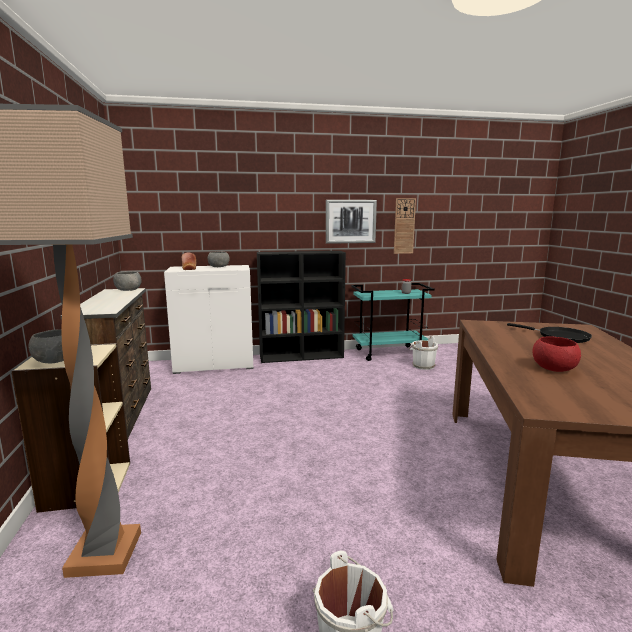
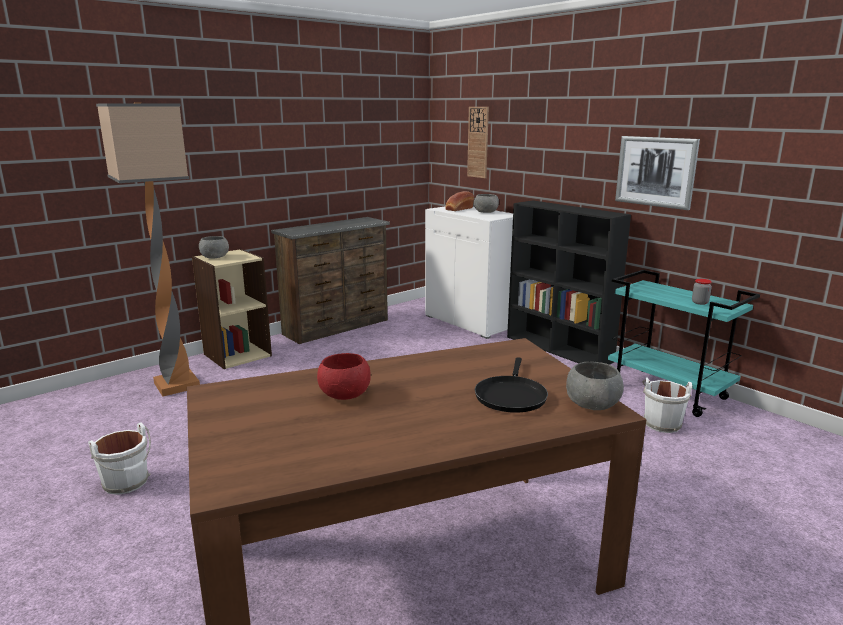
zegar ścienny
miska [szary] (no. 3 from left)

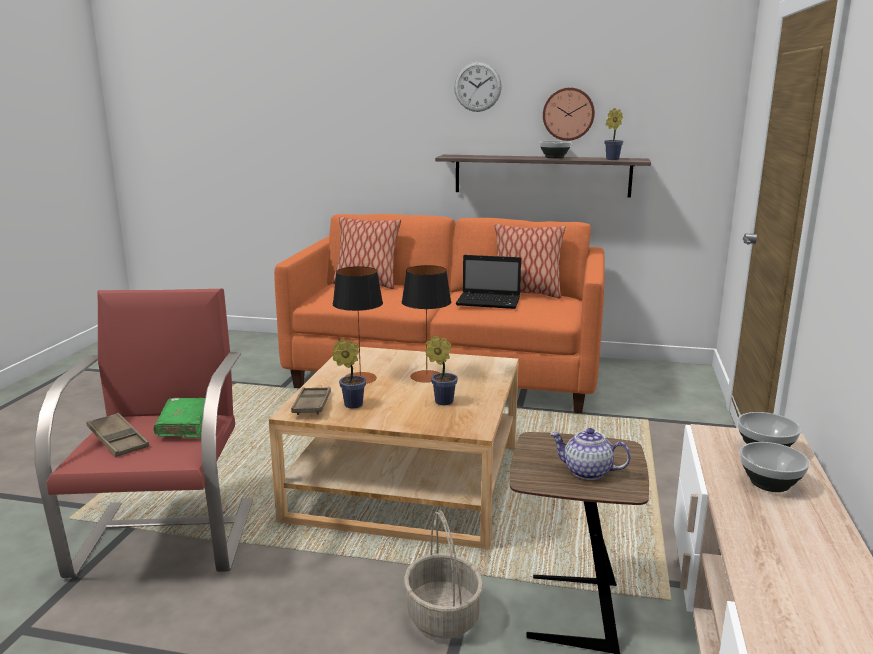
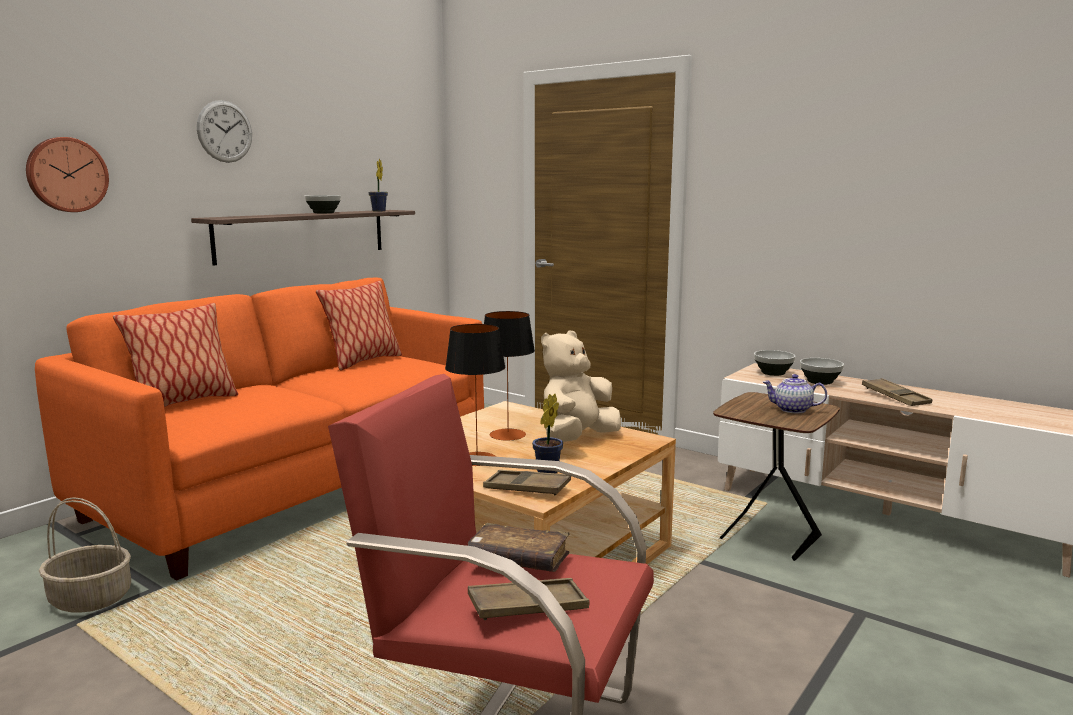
zegar ścienny (no. 1 from left)
laptop
pluszak [beżowy]
książka [brązowy]
imbryk
koszyk
taca [brązowy] (no. 3 from left)

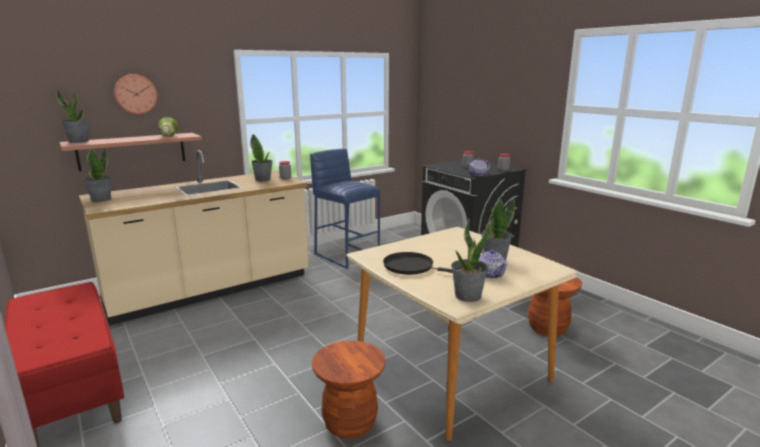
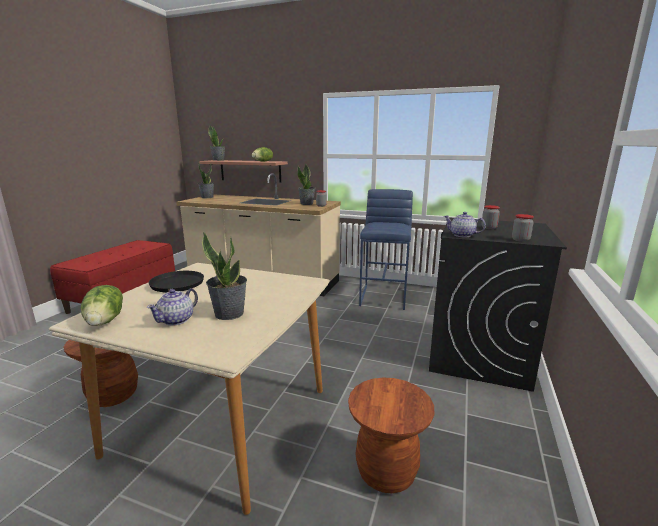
zegar ścienny
sałata (no. 1 from left)

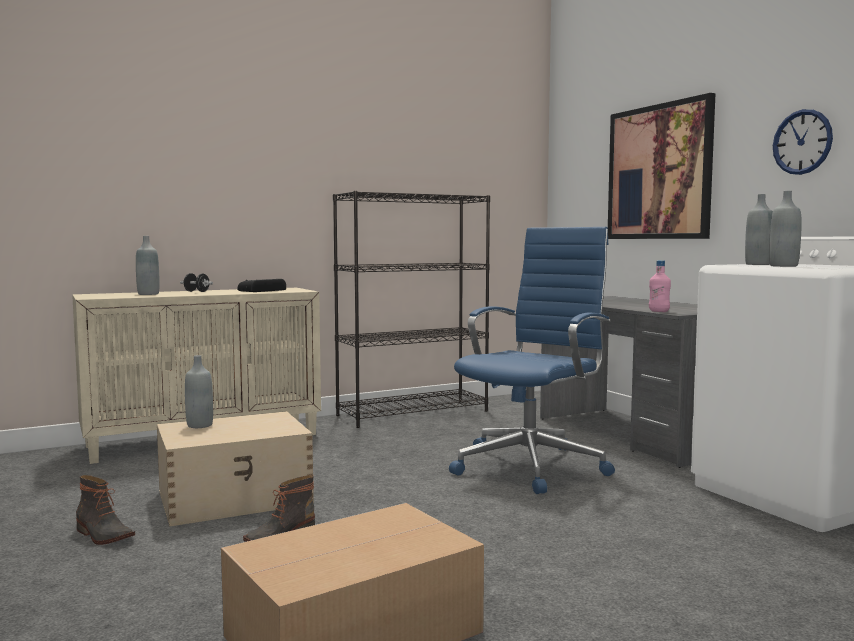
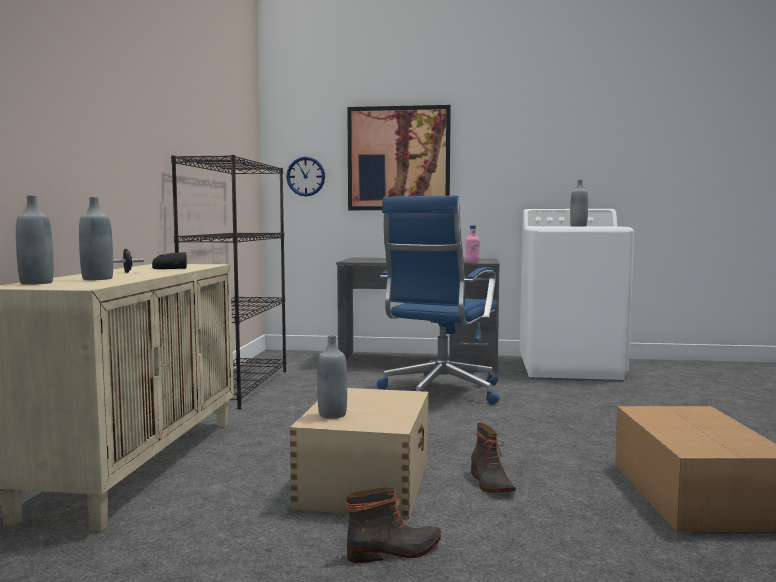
zegar ścienny
butelka [szary] (no. 1 from left)
krzesło biurowe [niebieski]

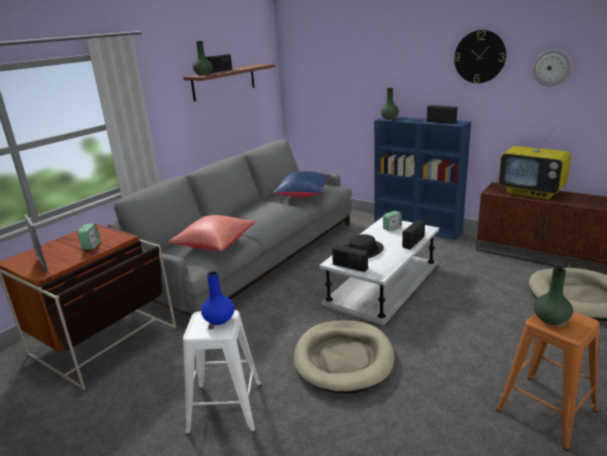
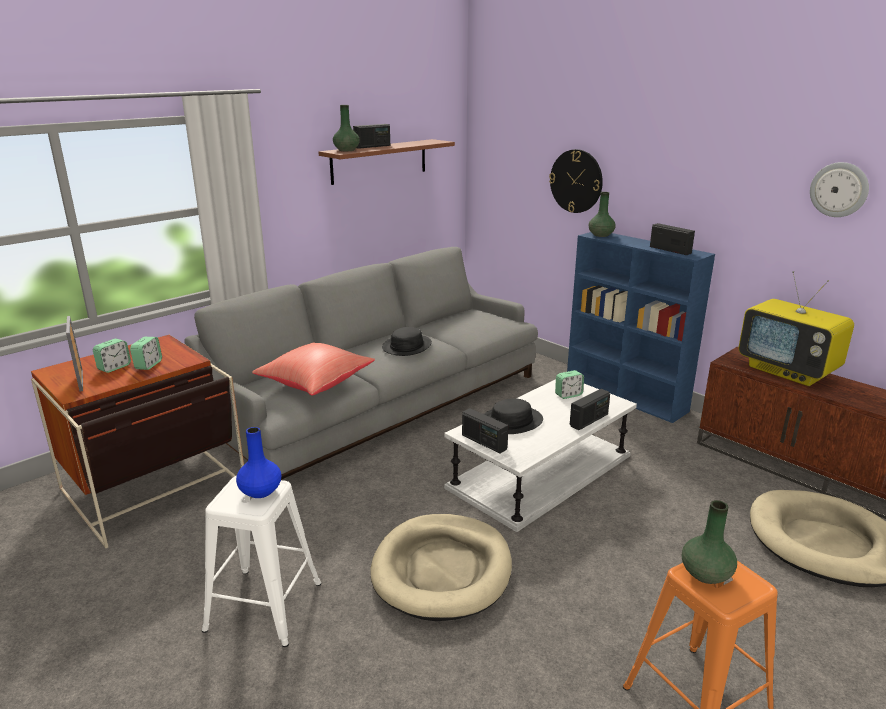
zegar ścienny (no. 1 from left)
poduszka [niebieski]
kapelusz [czarny] (no. 1 from left)
budzik (no. 1 from left)

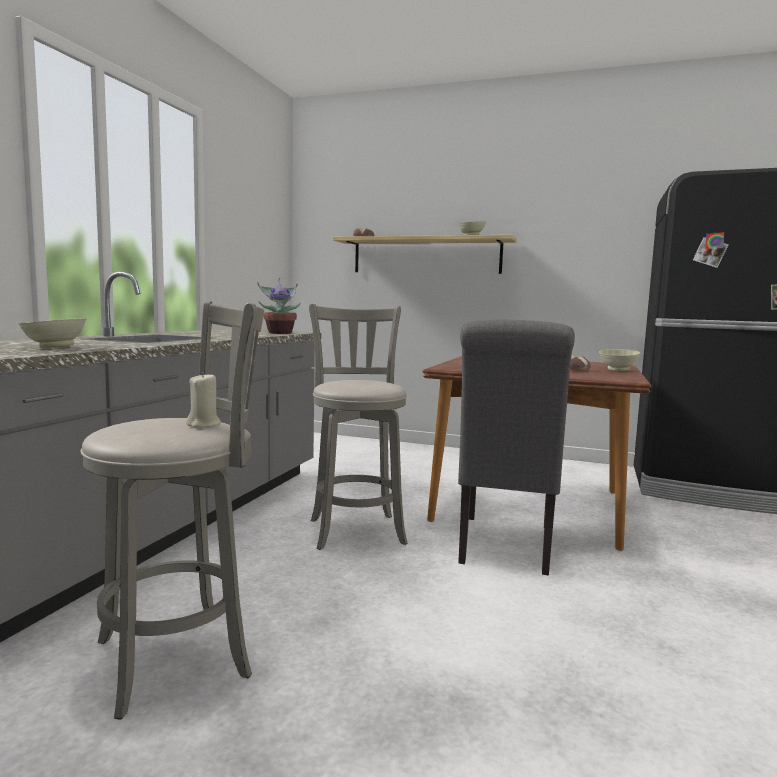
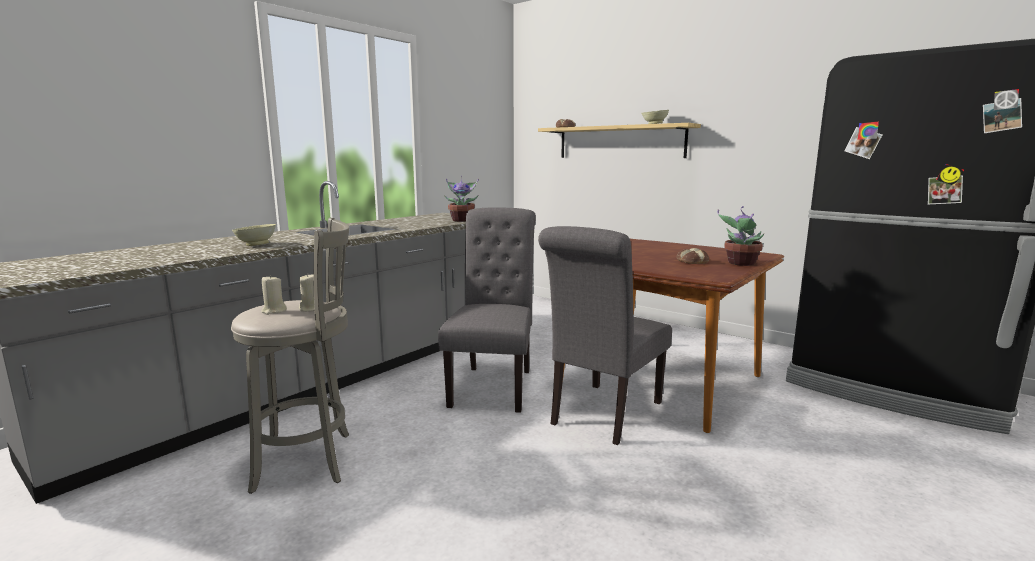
krzesło [szary] (no. 1 from left)
roślina doniczkowa (no. 2 from left)
świeca [beżowy] (no. 1 from left)

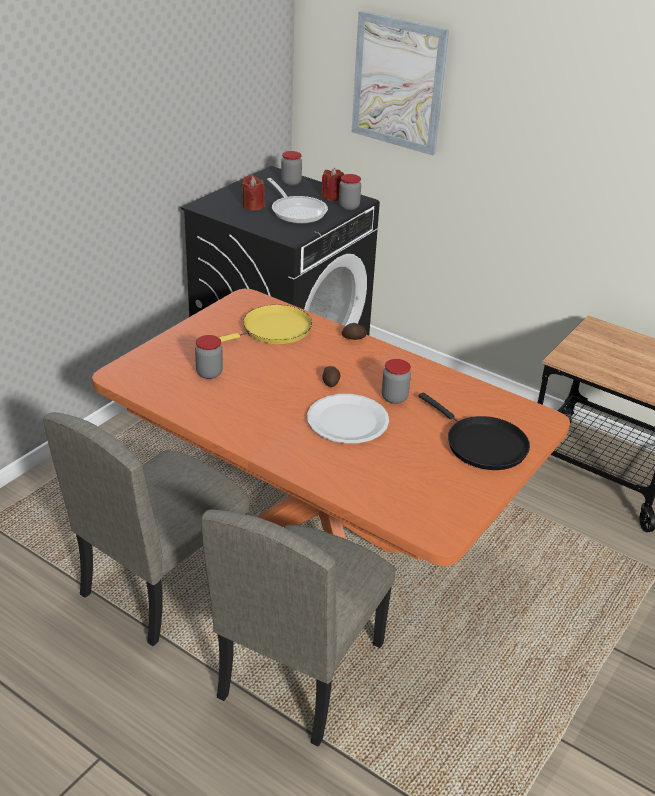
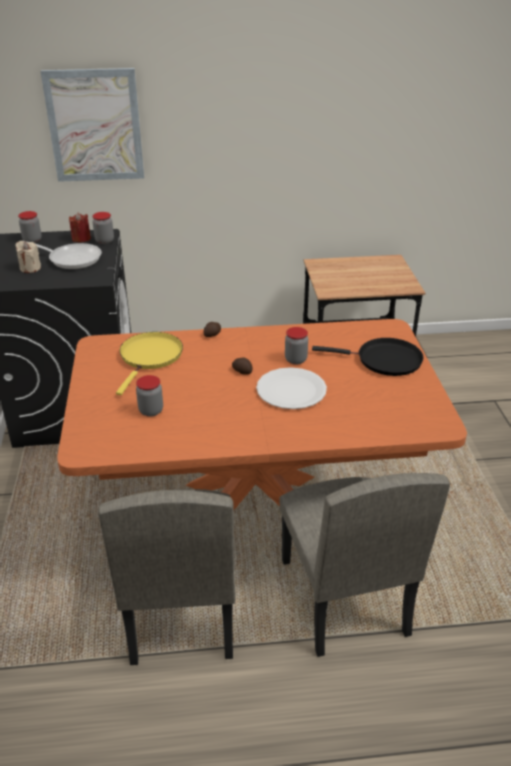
świeca [beżowy]

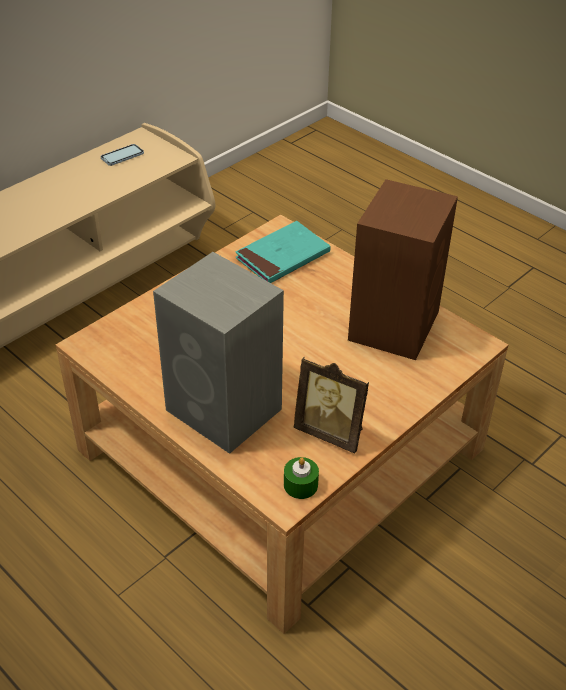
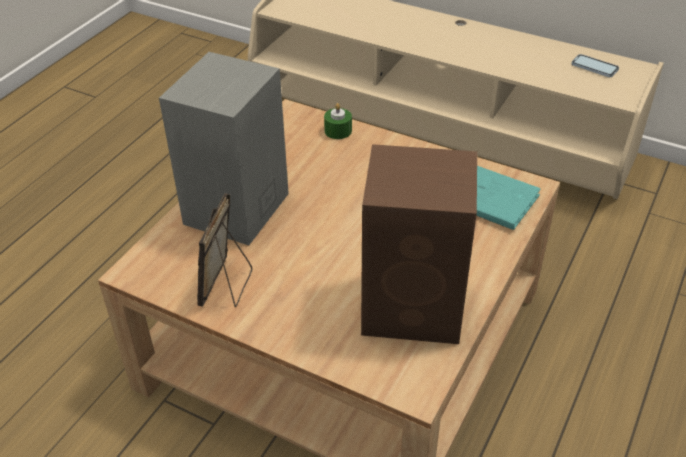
świeca [zielony]

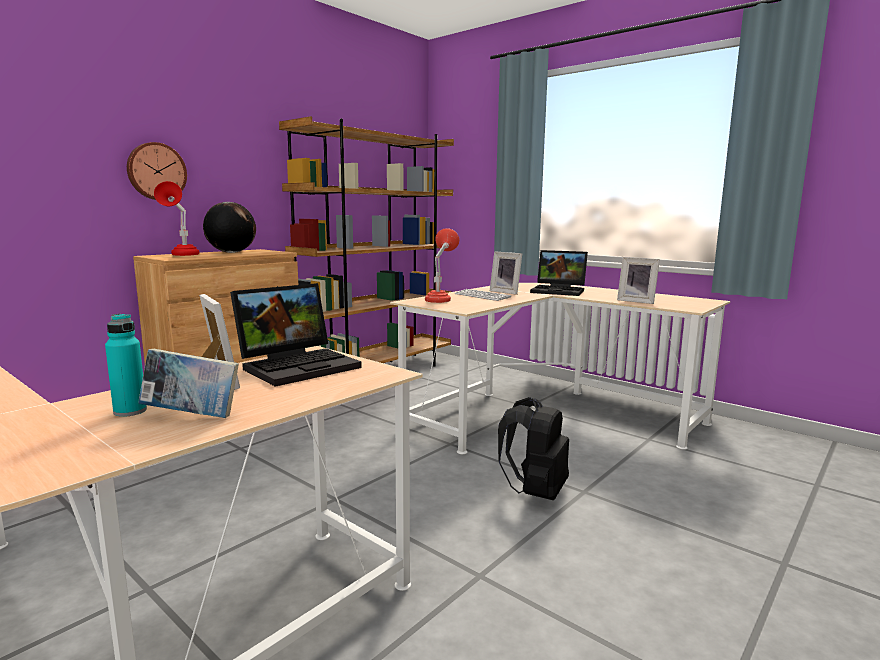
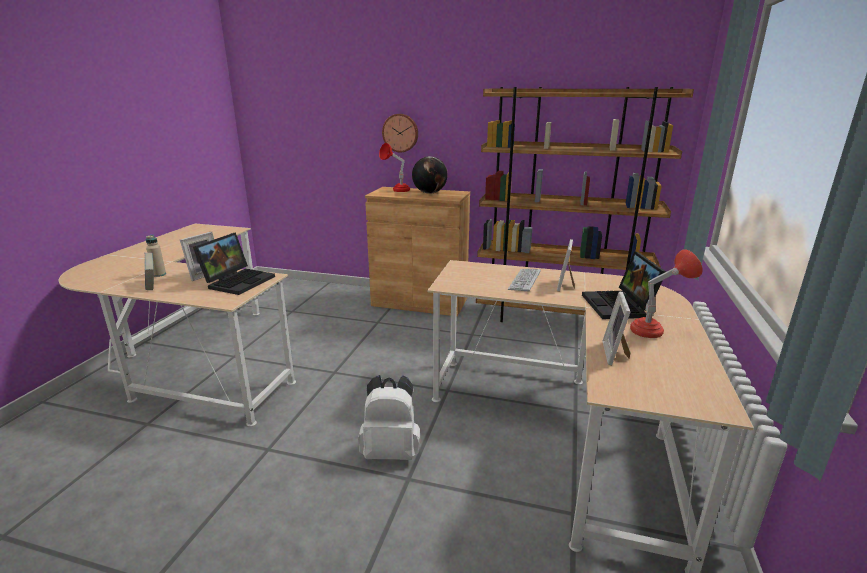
lampa stołowa [czerwony] (no. 2 from left)
laptop (no. 1 from left)
butelka [beżowy]
plecak [biały]

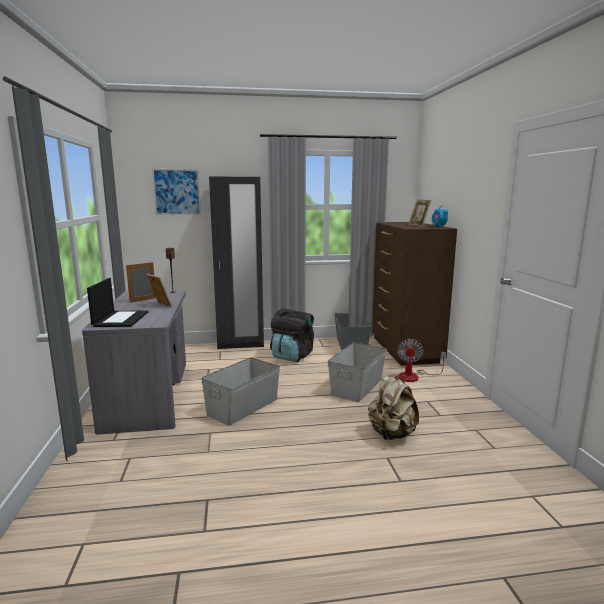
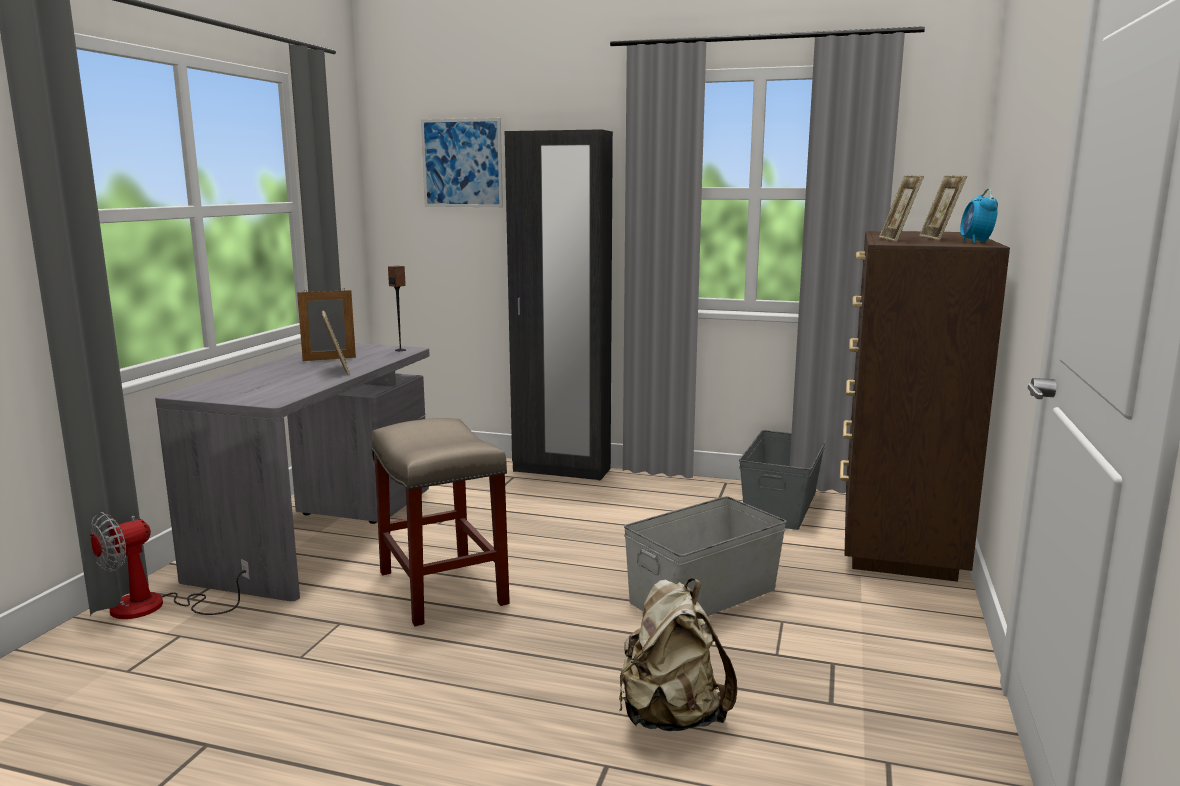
laptop
plecak [czarny]
wentylator
stołek [beżowy]
ramka na zdjęcie (no. 3 from left)

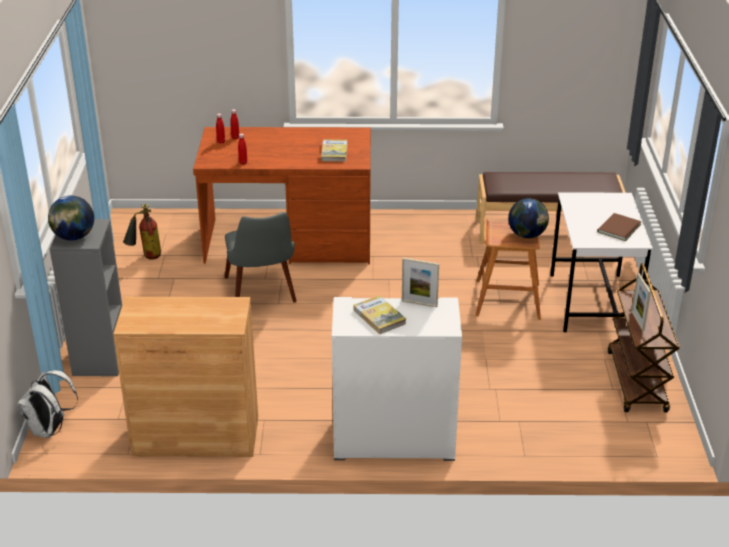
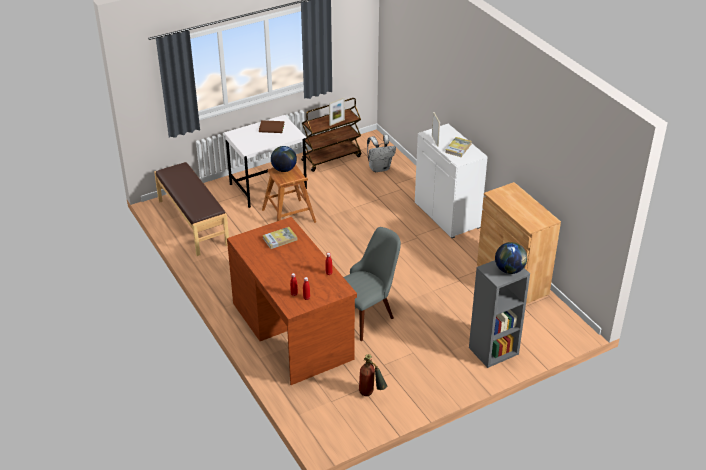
plecak [biały]

